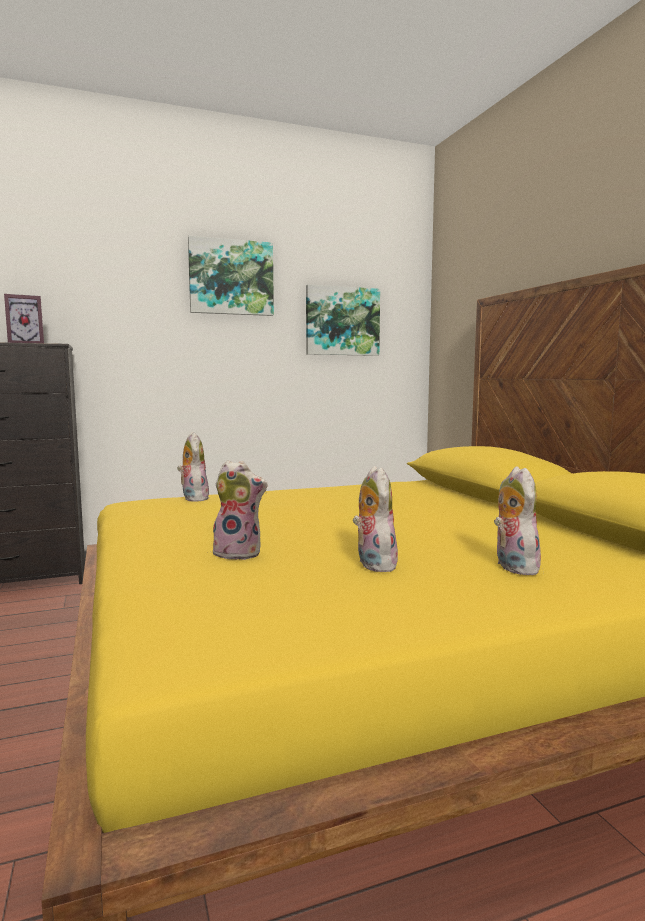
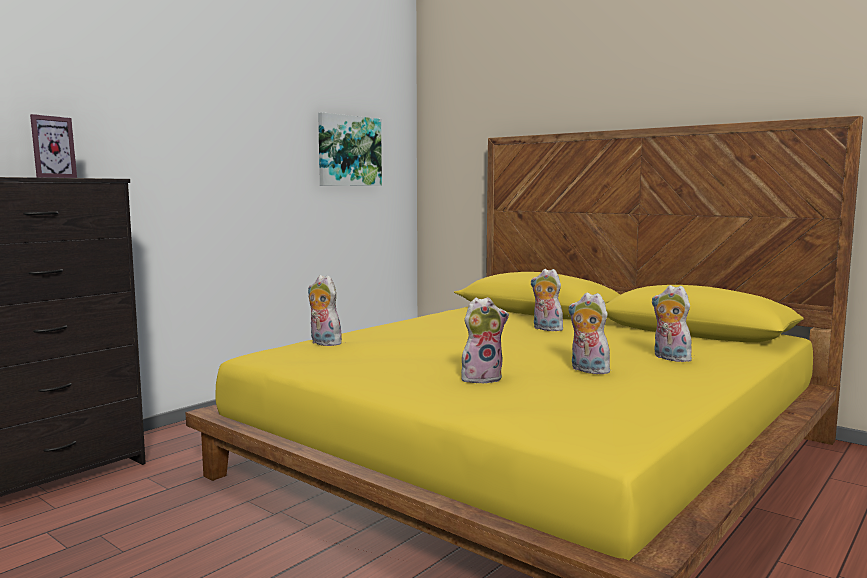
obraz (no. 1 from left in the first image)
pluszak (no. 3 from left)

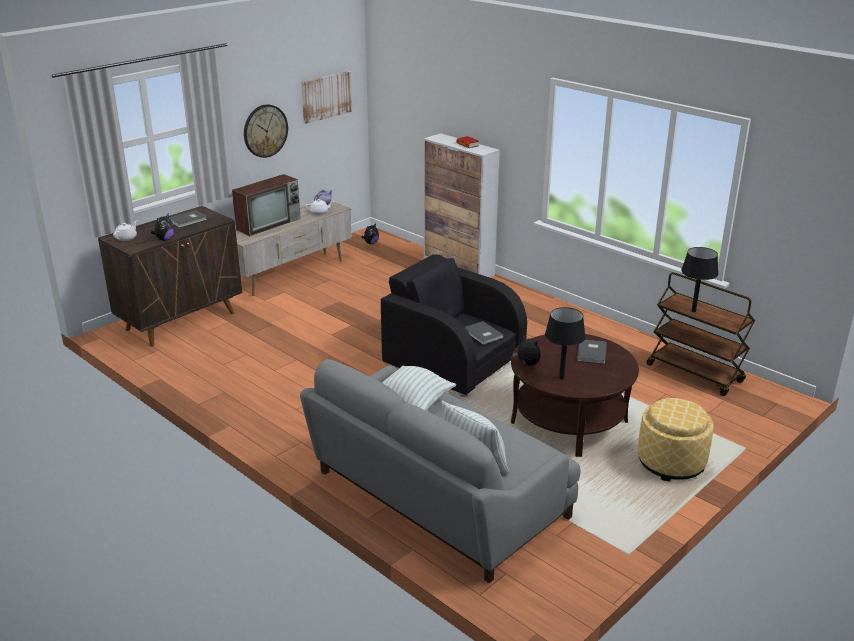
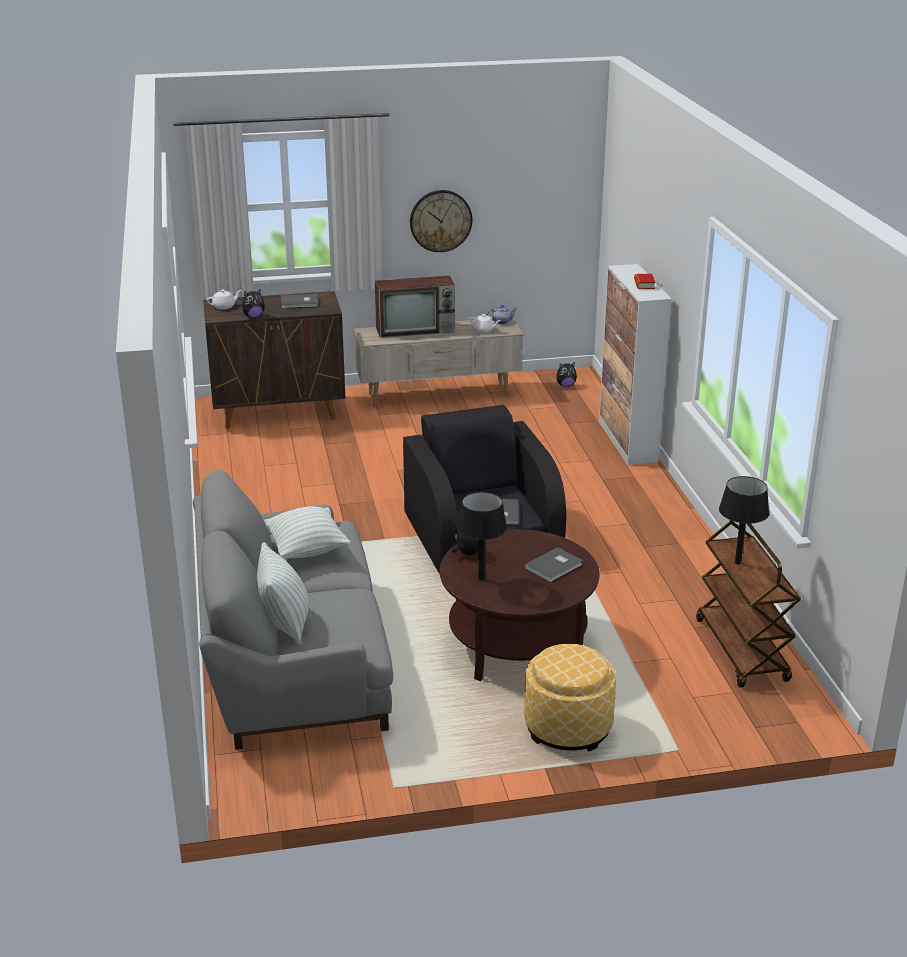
obraz

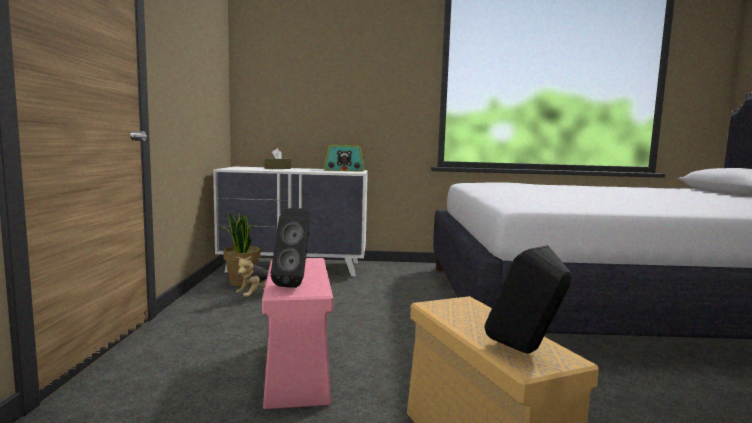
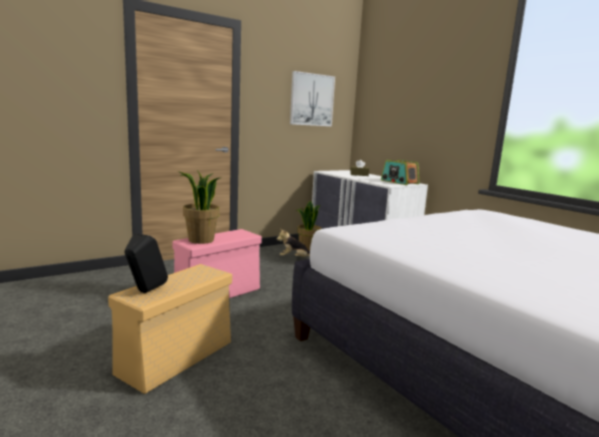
roślina doniczkowa (no. 1 from left)
obraz

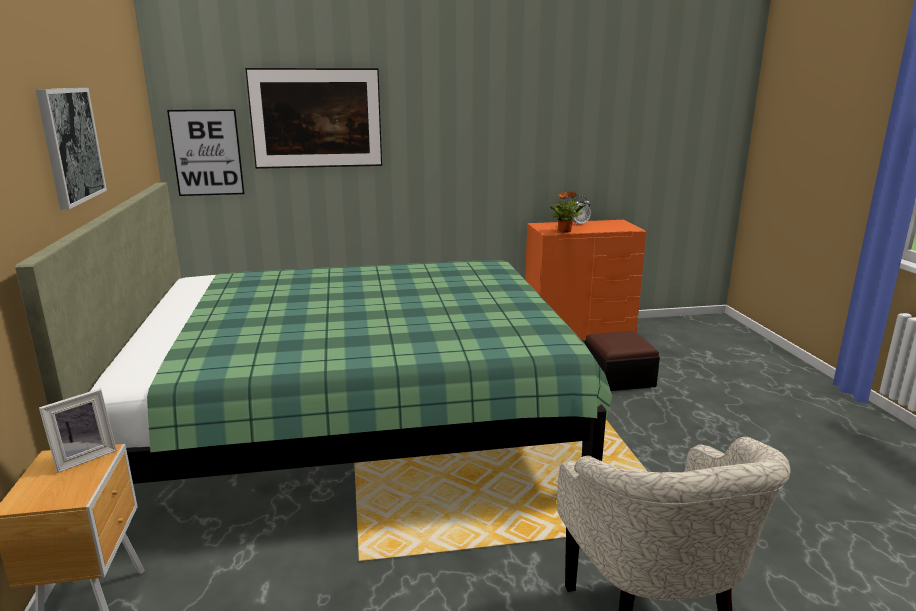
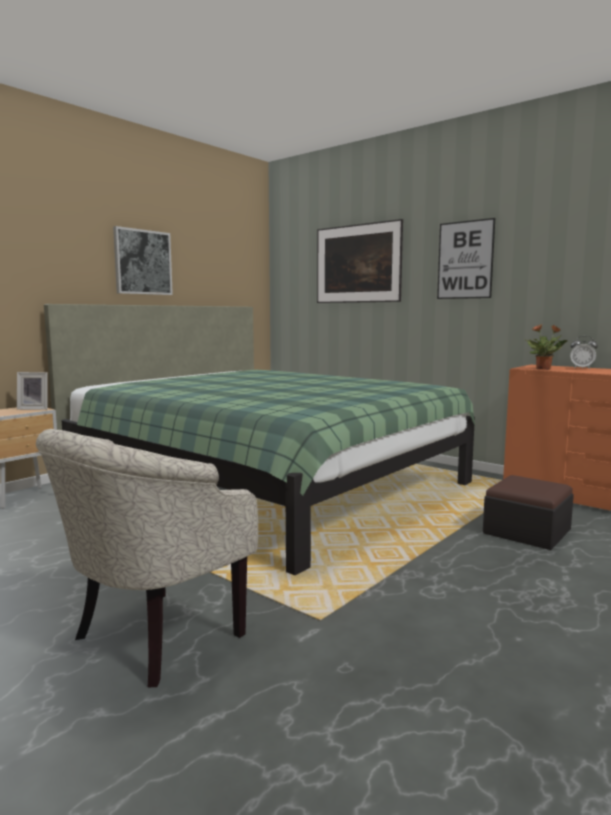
obraz (no. 3 from left)

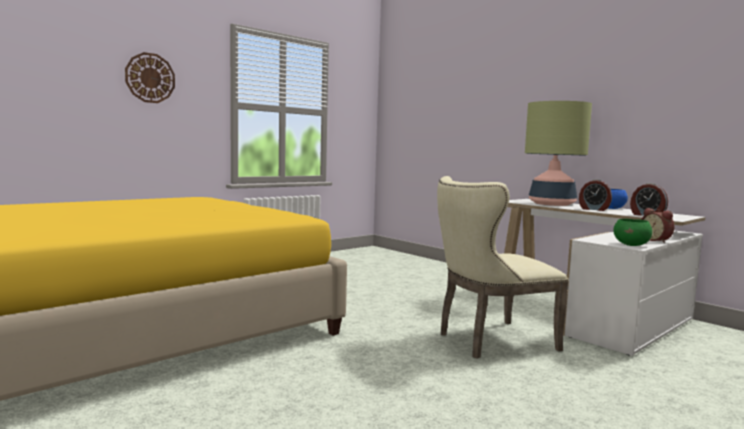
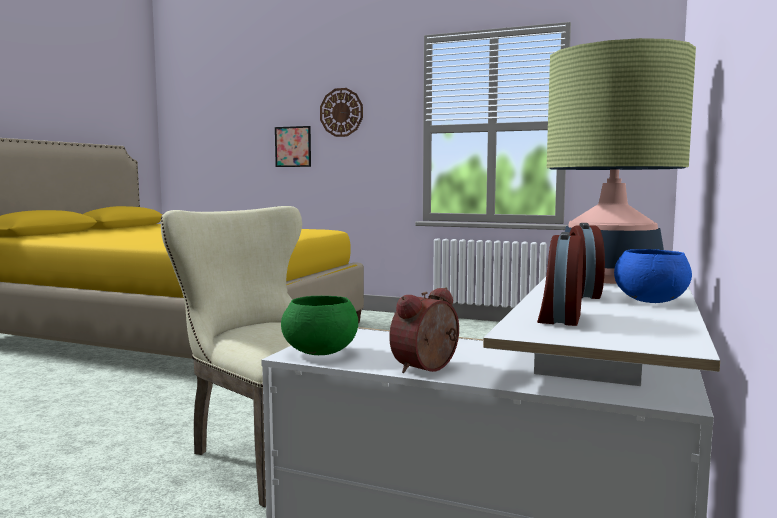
obraz

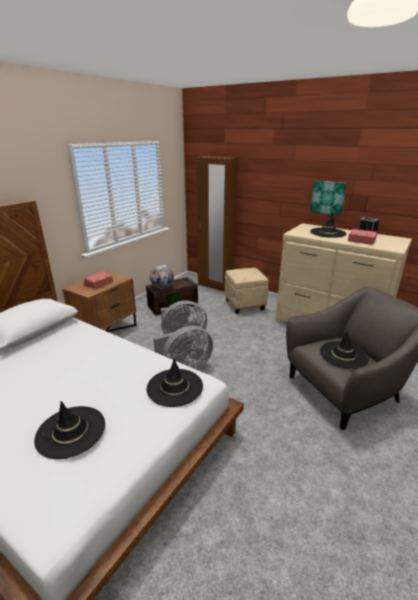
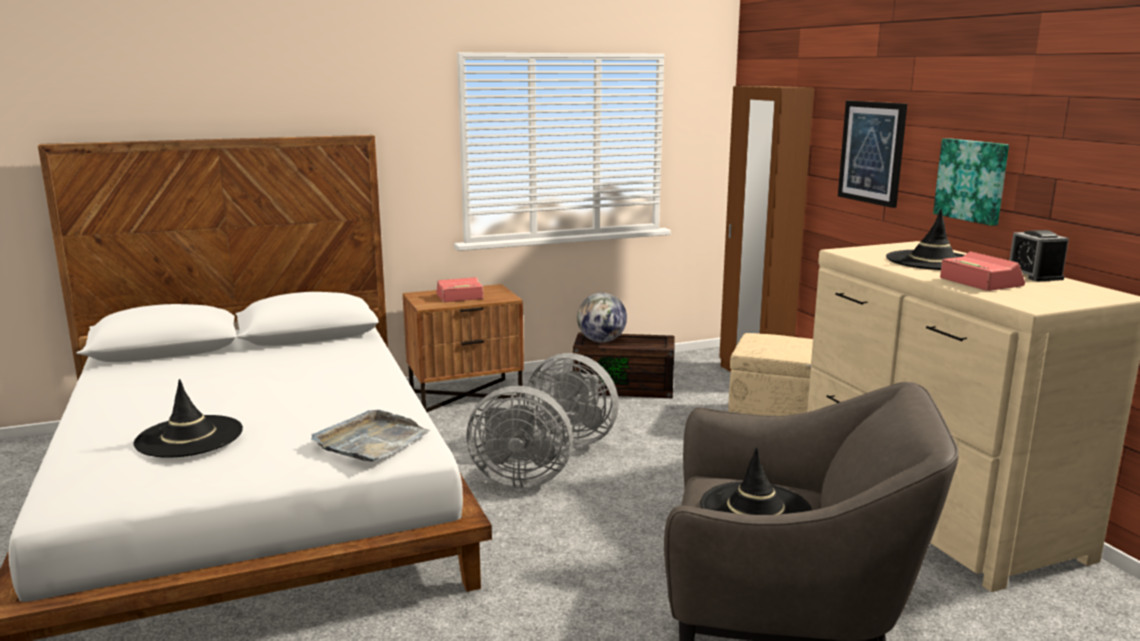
taca [szary]
obraz (no. 1 from left)

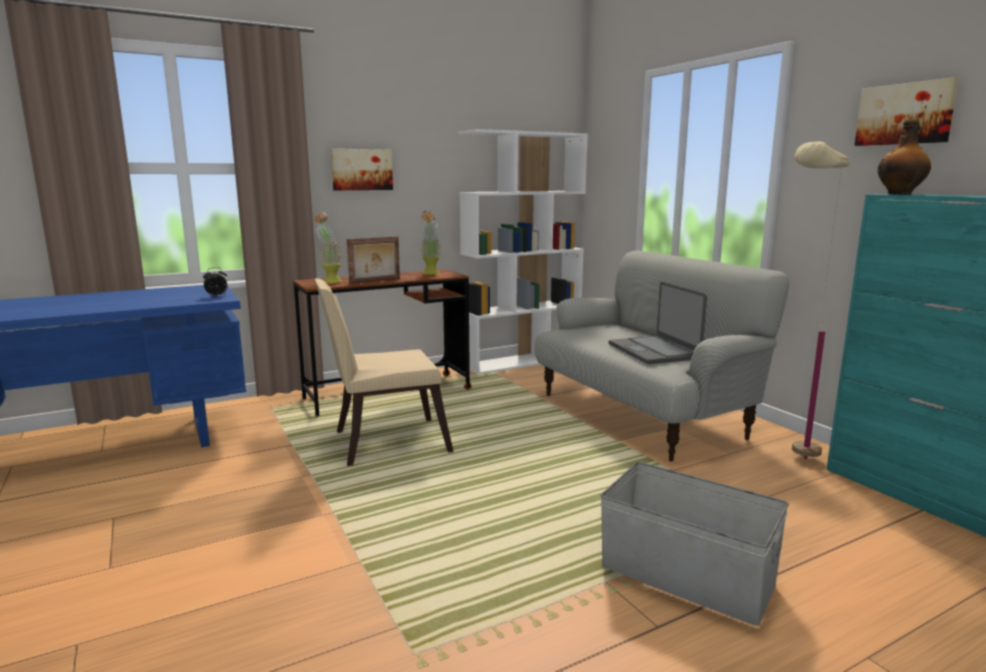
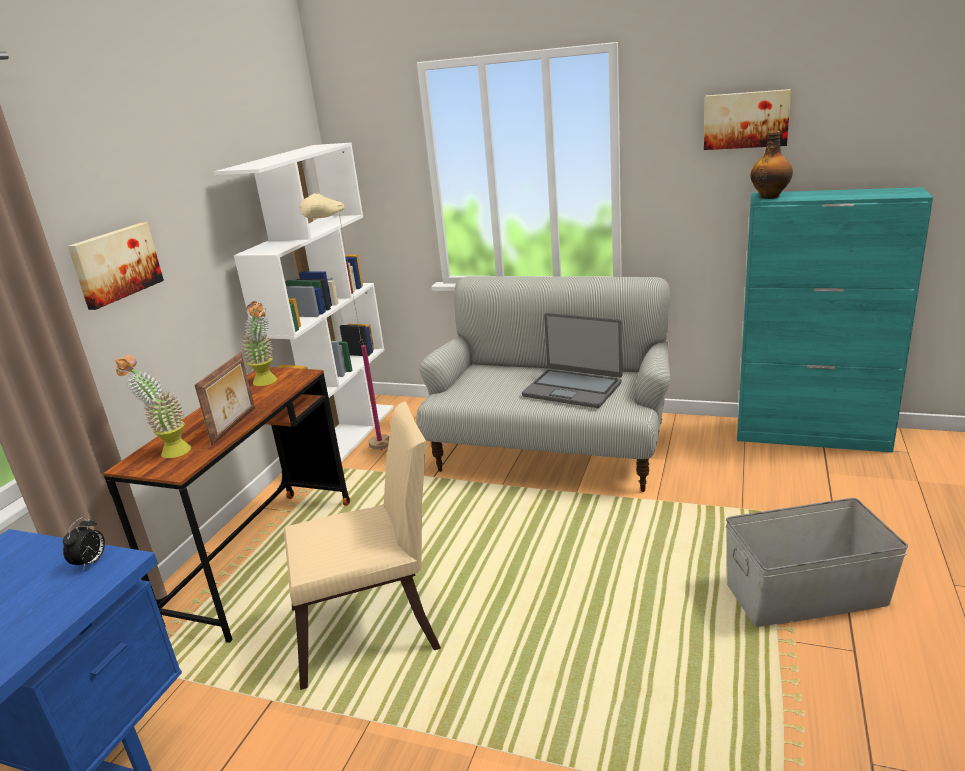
lampa stojąca [beżowy]
krzesło [beżowy]

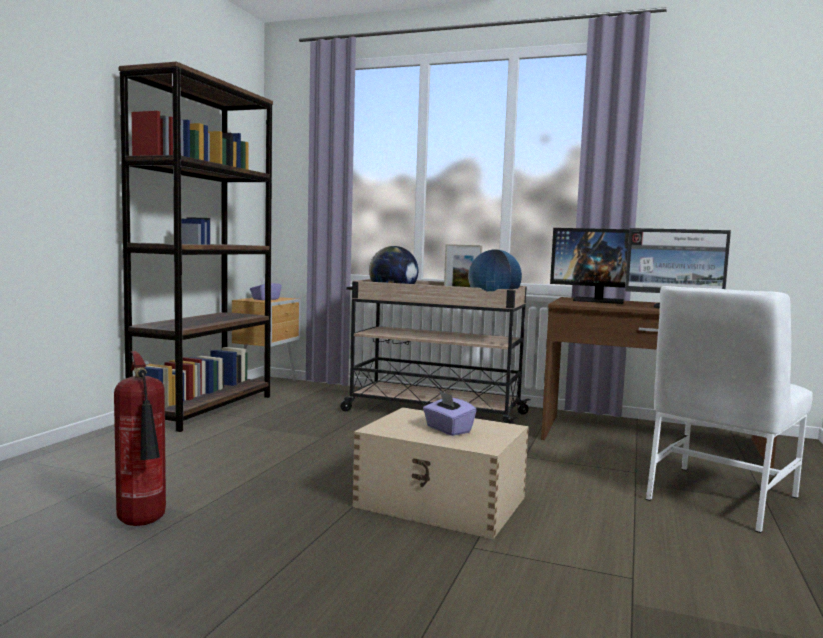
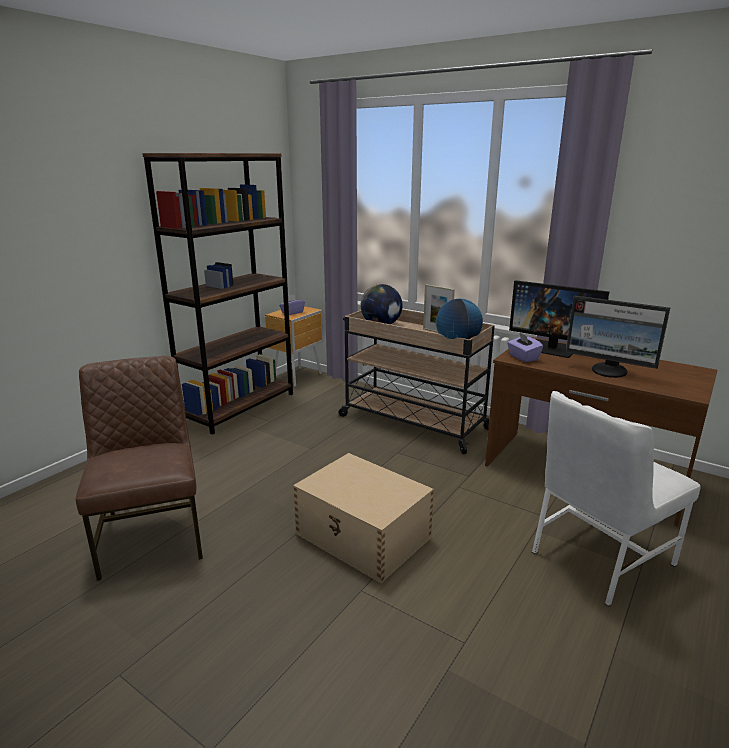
krzesło [brązowy]
pudełko chusteczek [fioletowy] (no. 2 from left)

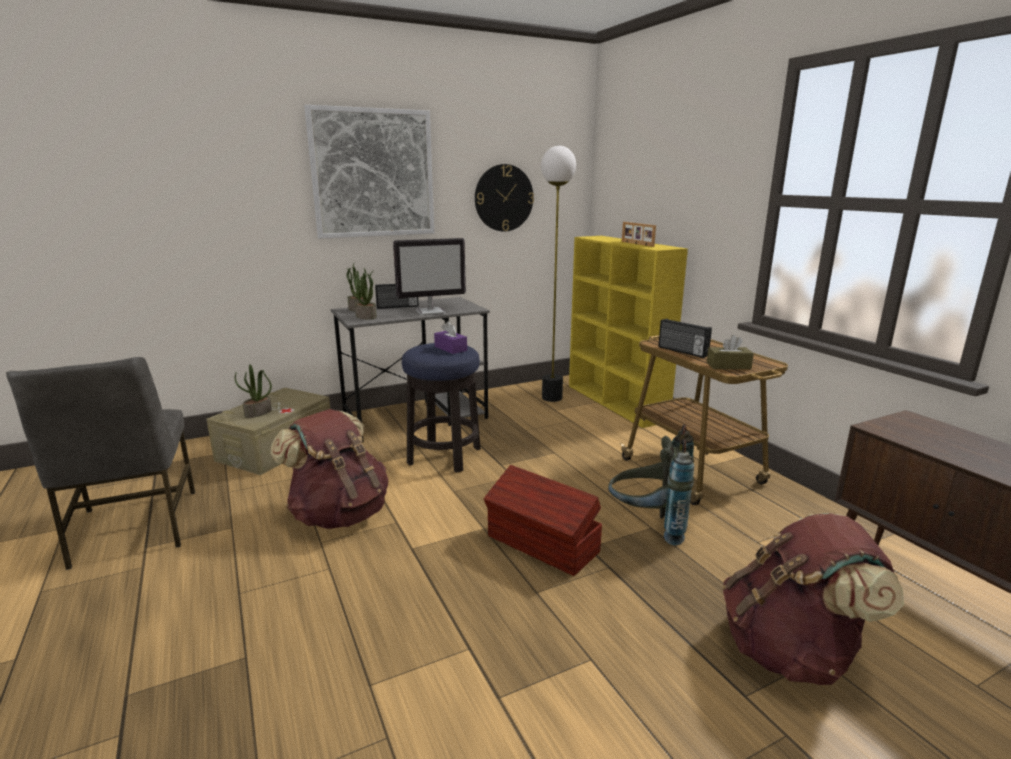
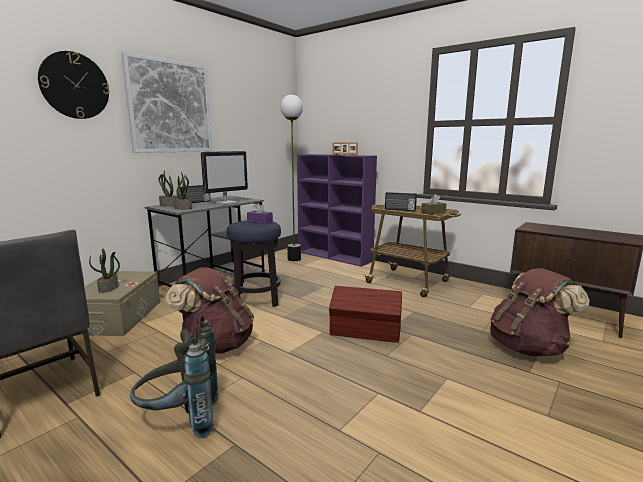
zegar ścienny
regał [fioletowy]
plecak [szary]

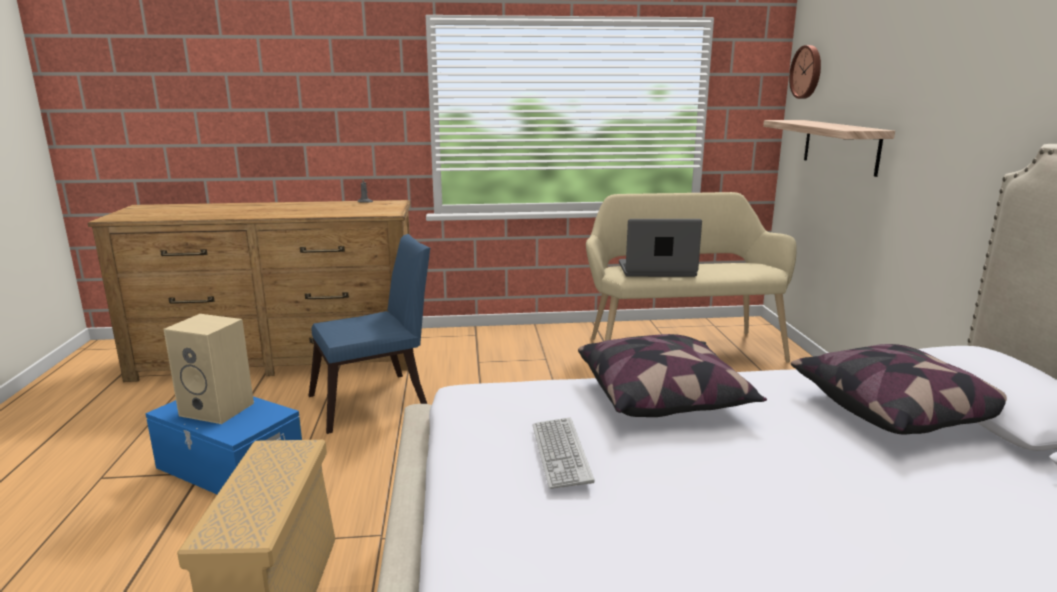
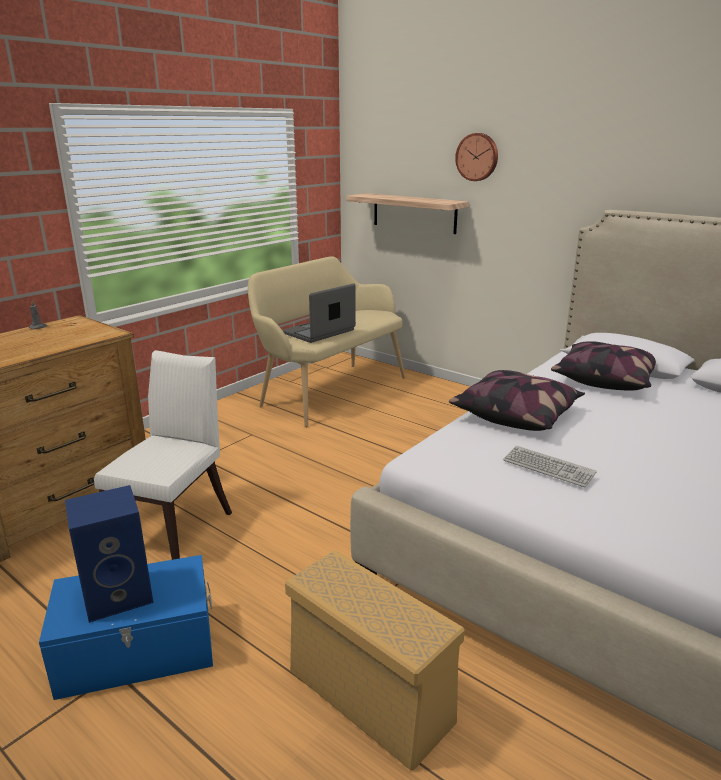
zegar ścienny
krzesło [biały]
głośnik [niebieski]

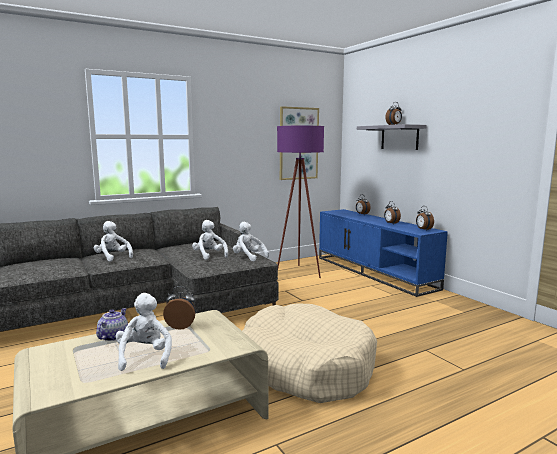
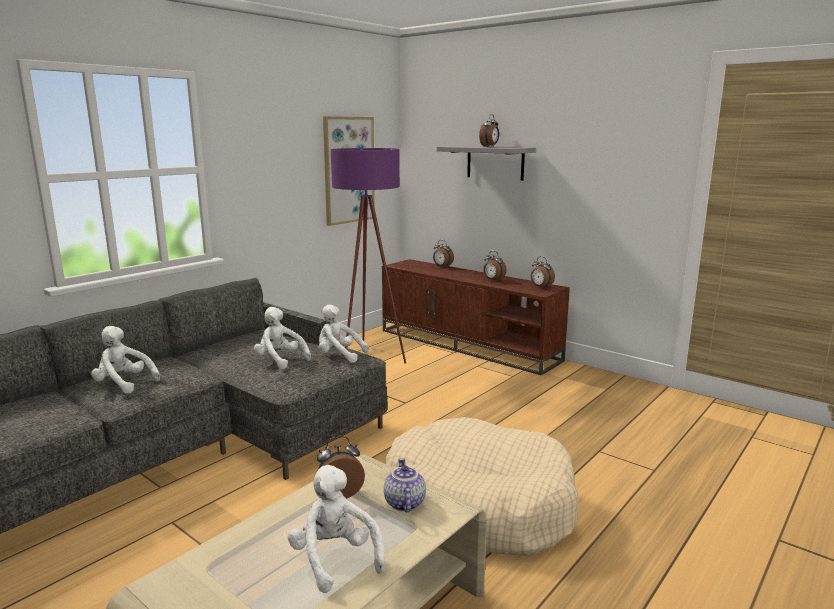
szafka pod telewizor [brązowy]
imbryk

